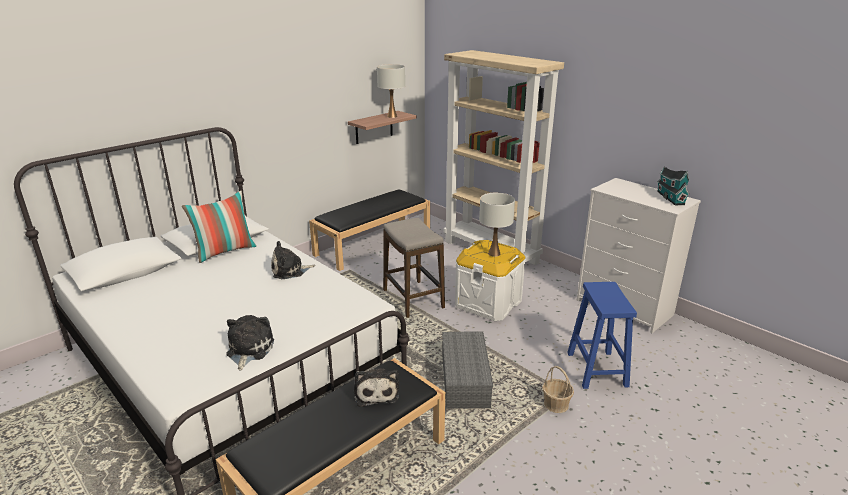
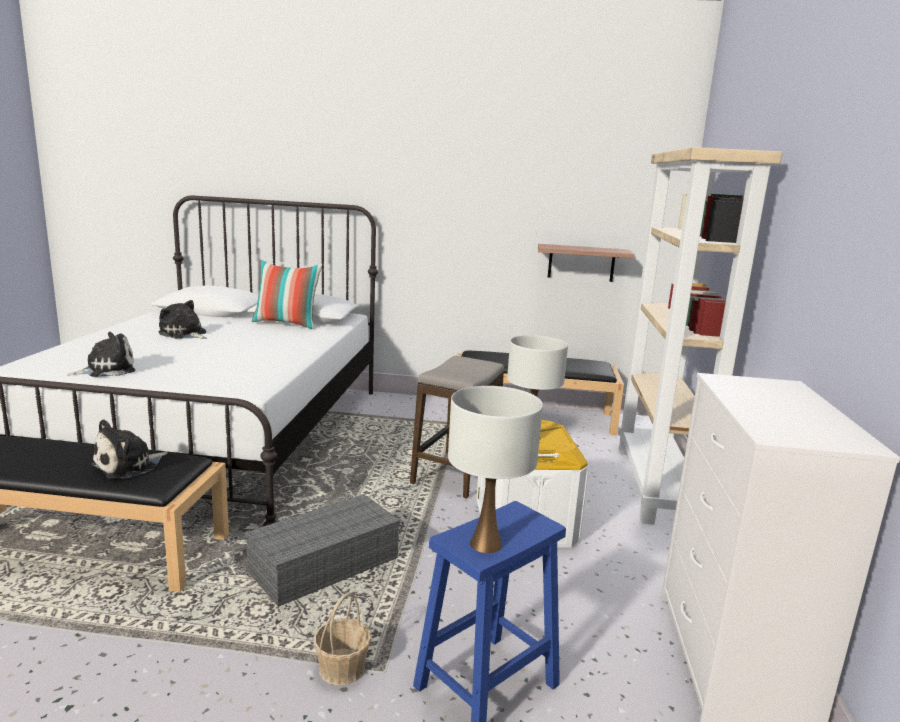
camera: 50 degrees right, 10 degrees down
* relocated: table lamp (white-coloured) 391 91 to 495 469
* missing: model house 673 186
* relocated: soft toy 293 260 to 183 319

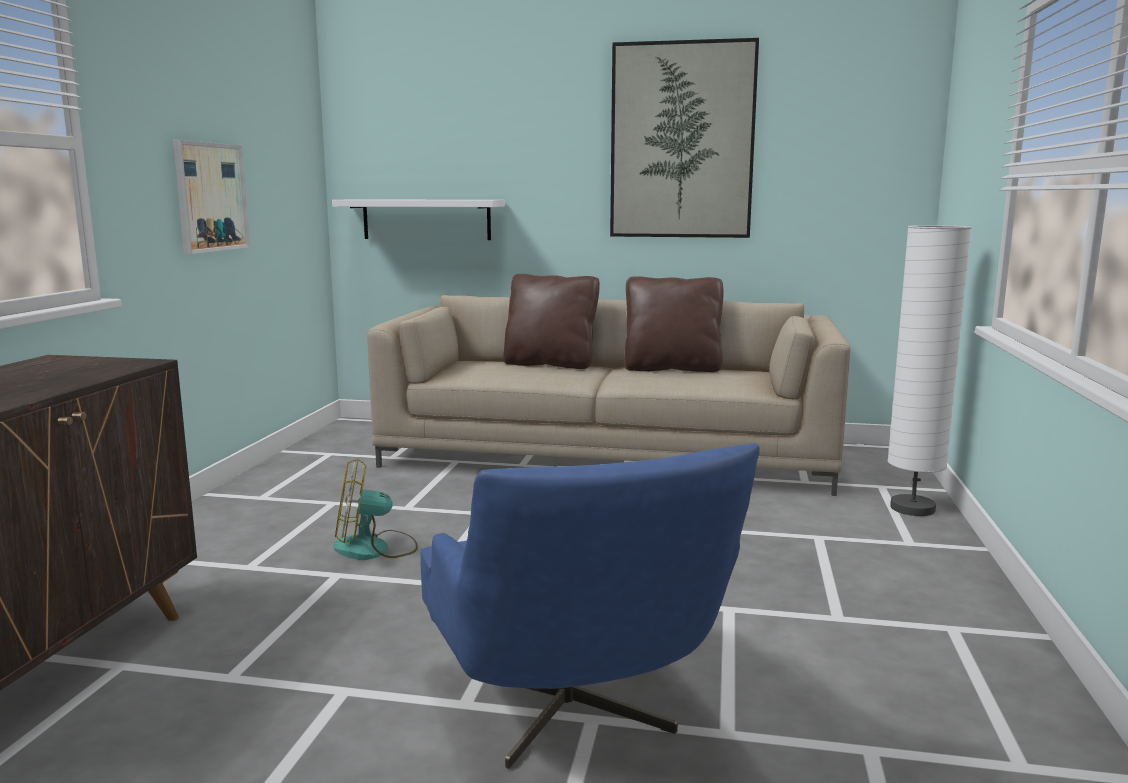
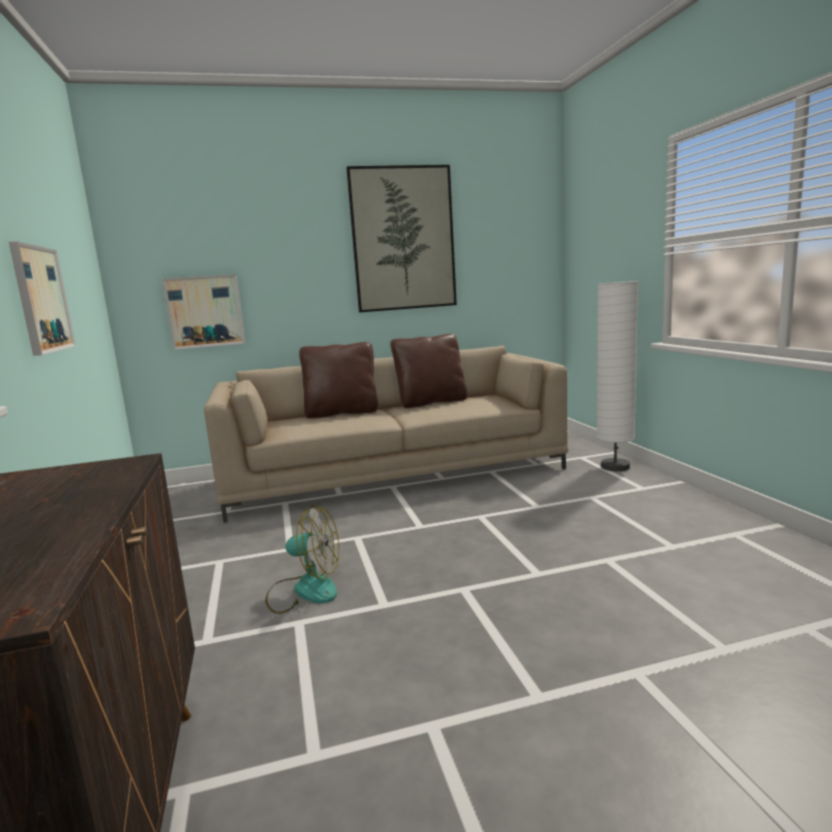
camera: 25 degrees left, 0 degrees up
* exchanged: wall shelf (white-coloured) 418 220 to picture 203 312
* missing: lounge chair (blue-coloured) 590 606
* spun: electric fan 375 509 = 302 559 135 degrees counterclockwise

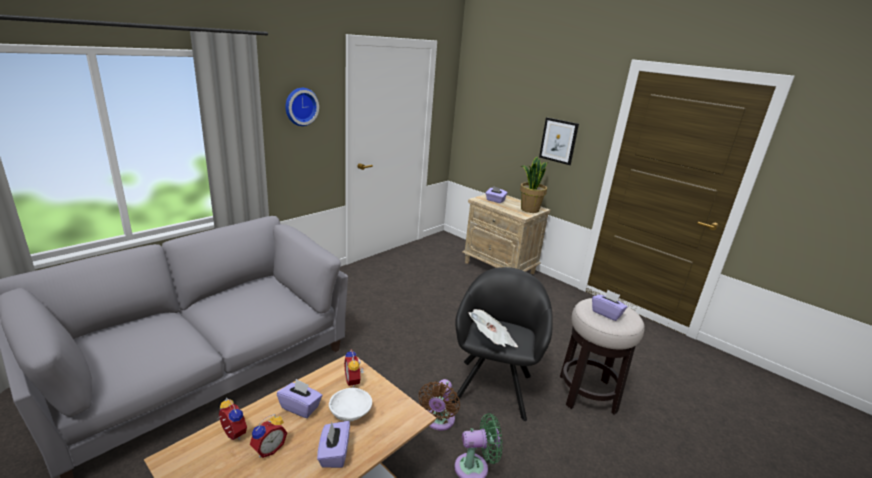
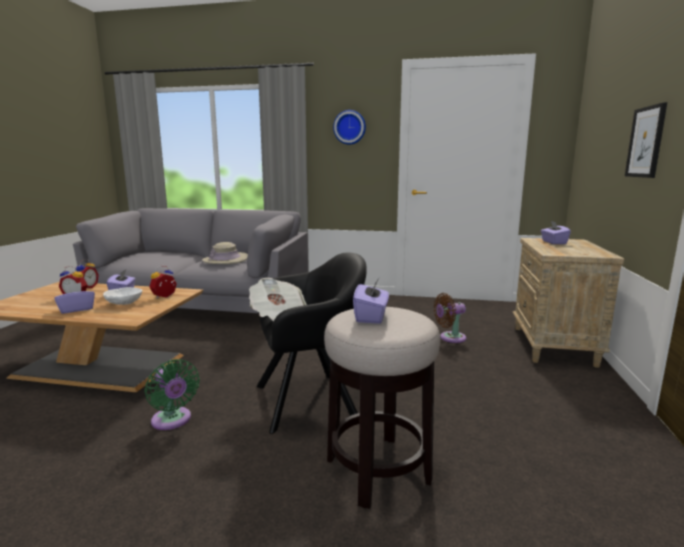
camera: 60 degrees right, 10 degrees down
* missing: houseplant 533 185
* relocated: electric fan (brownish) 439 405 to 450 318
* appeared: clothing hat (sand-coloured) 225 253

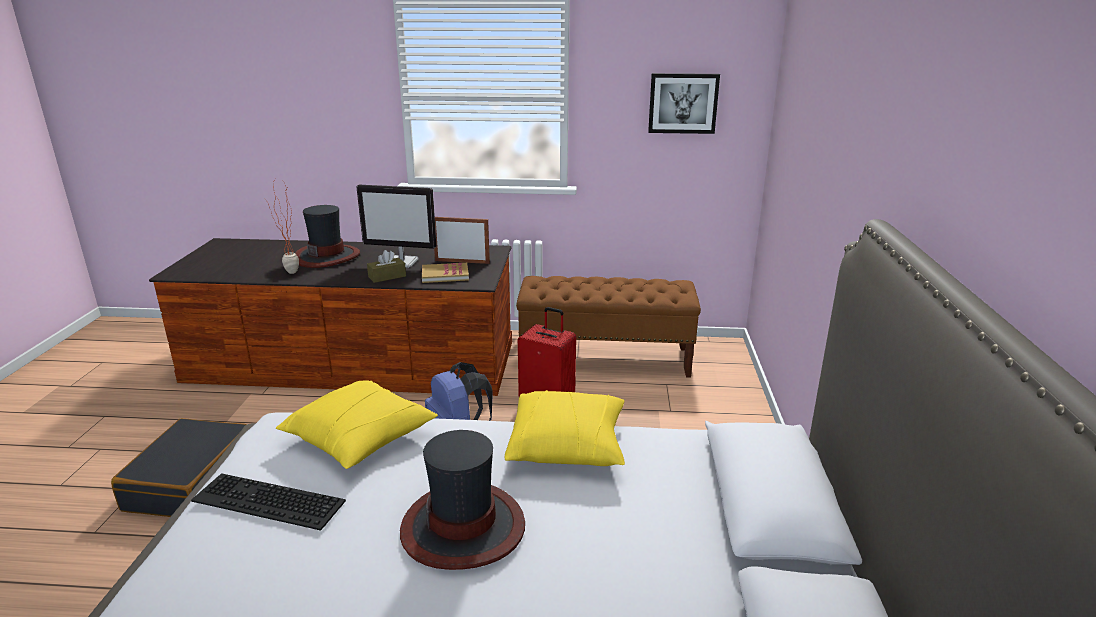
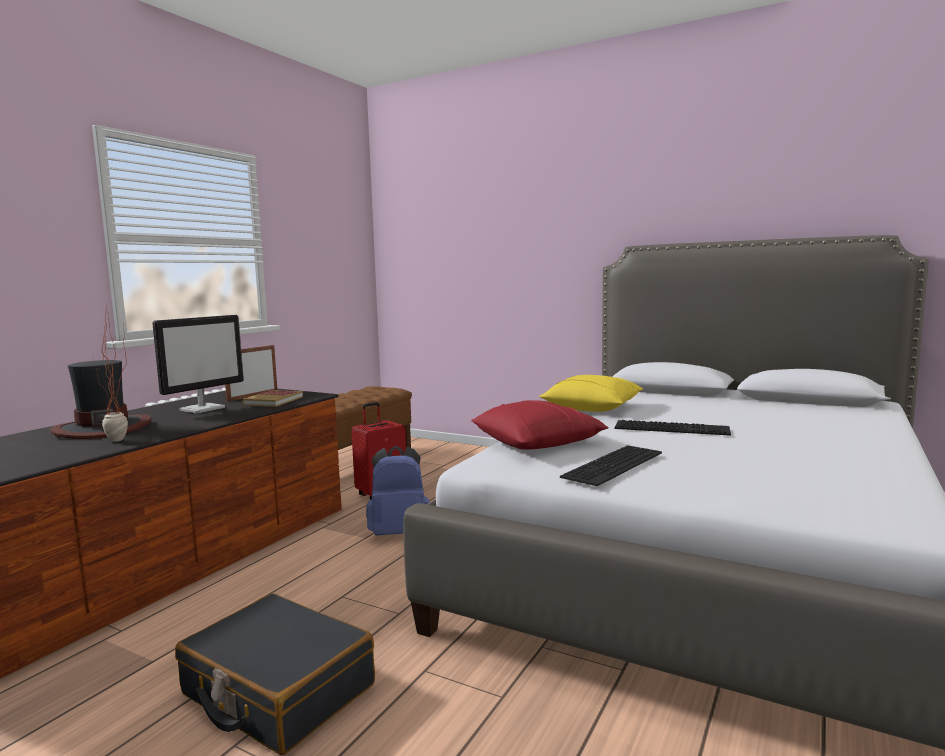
camera: 65 degrees left, 15 degrees down
* missing: picture 684 103
* missing: tissue box (brownish) 386 266
* colour: pillow (yellow-coloured) 357 424 to pillow (red-coloured) 540 425
* exchanged: clothing hat 462 500 to PC keyboard 672 428

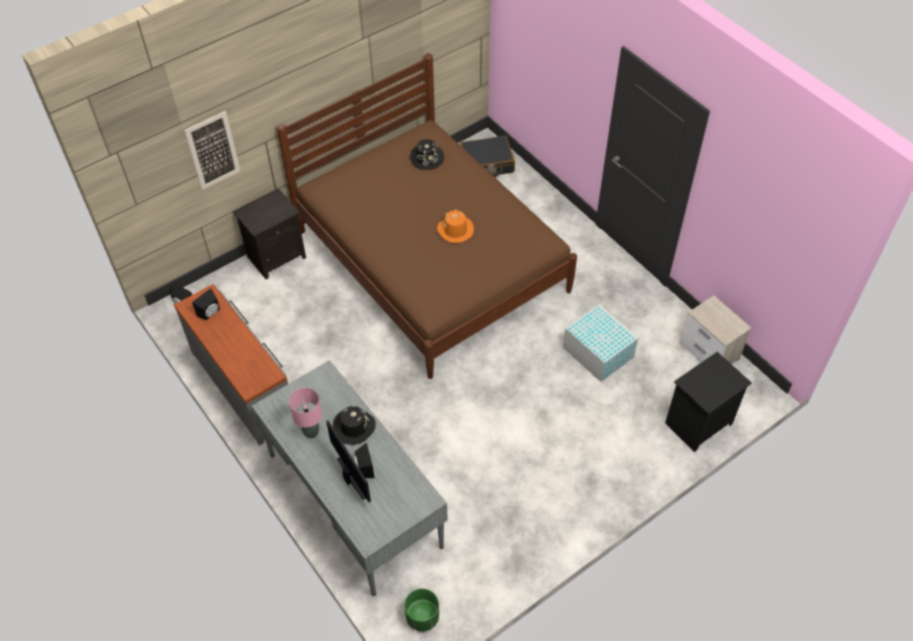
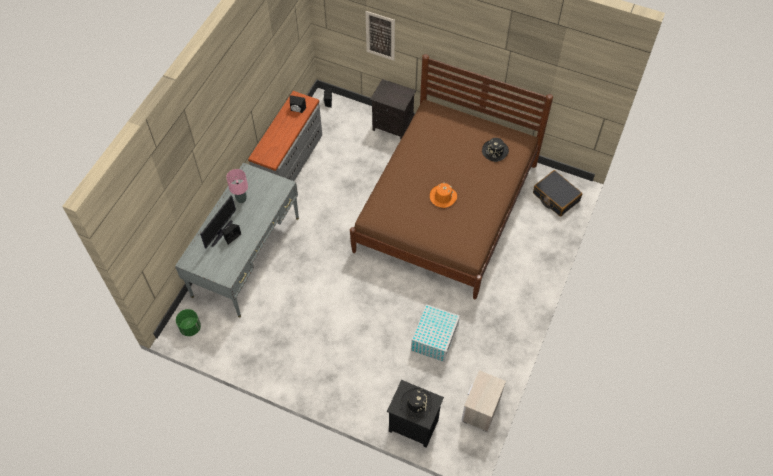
camera: 60 degrees right, 5 degrees up
* relocated: clothing hat (black) 354 425 to 416 403

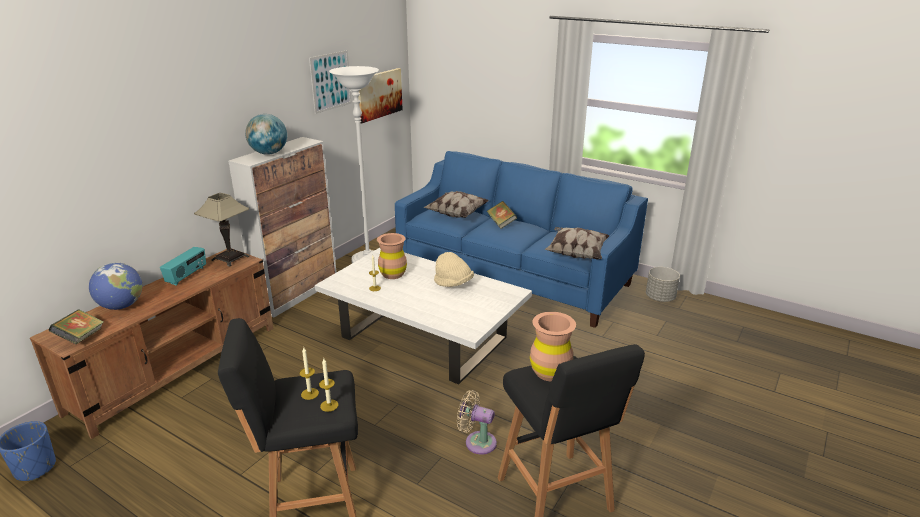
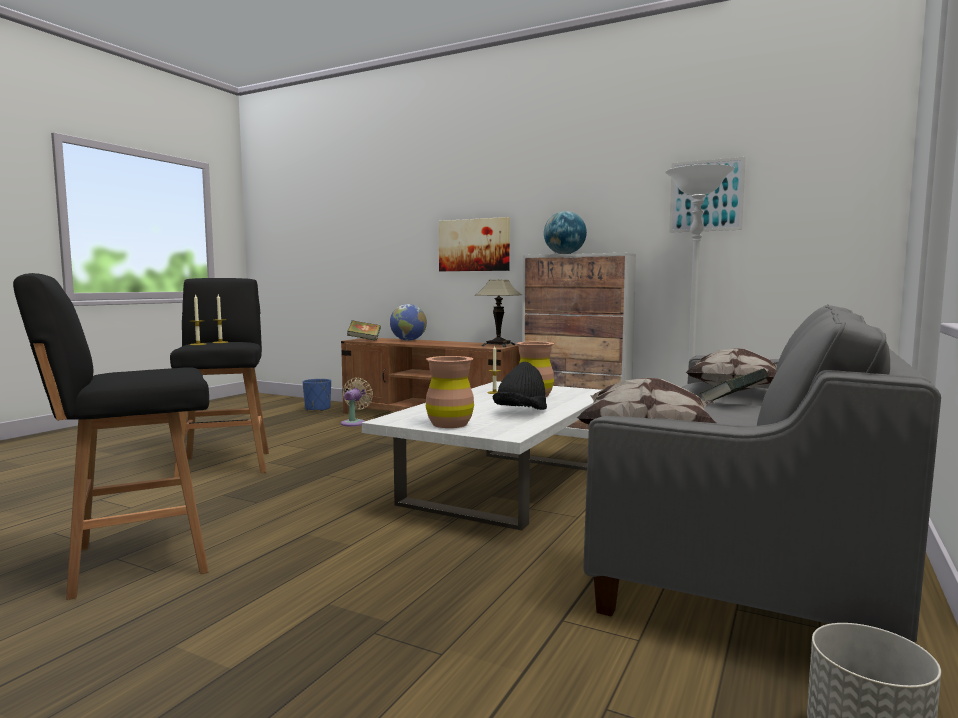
camera: 85 degrees right, 20 degrees down
* relocated: picture 380 95 to 474 244
* colour: settee (blue-coloured) 521 239 to settee (greyish) 762 473
* missing: radio receiver 183 266
* colour: clothing hat (sand-coloured) 454 269 to clothing hat (black) 520 386
* relocated: decorative vase (brownish) 553 346 to 450 392
* relocated: electric fan (sand-coloured) 477 422 to 357 402

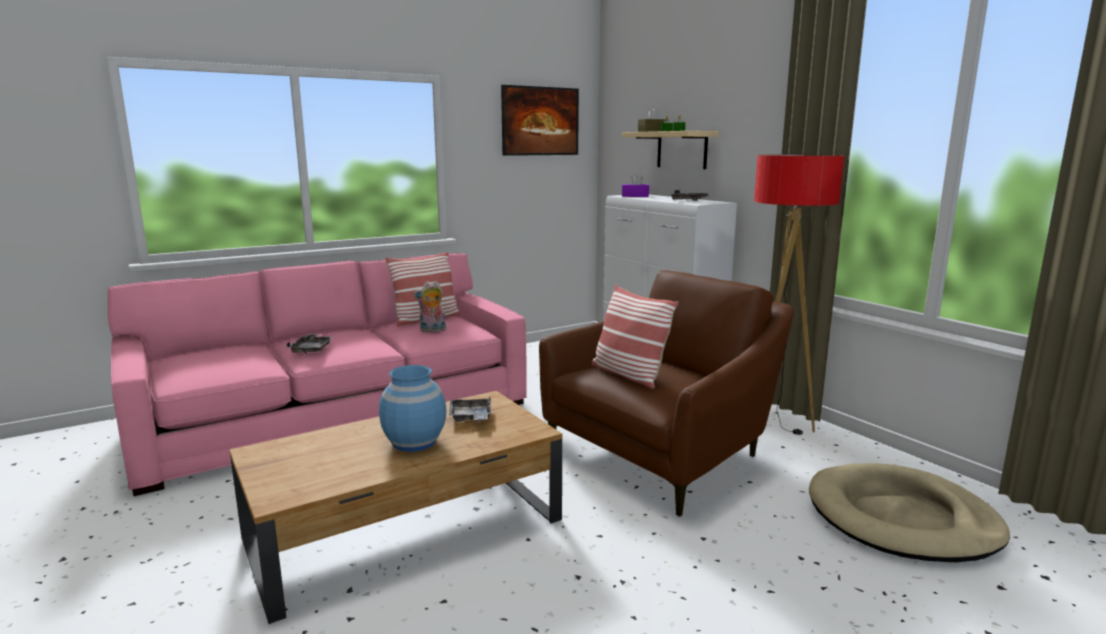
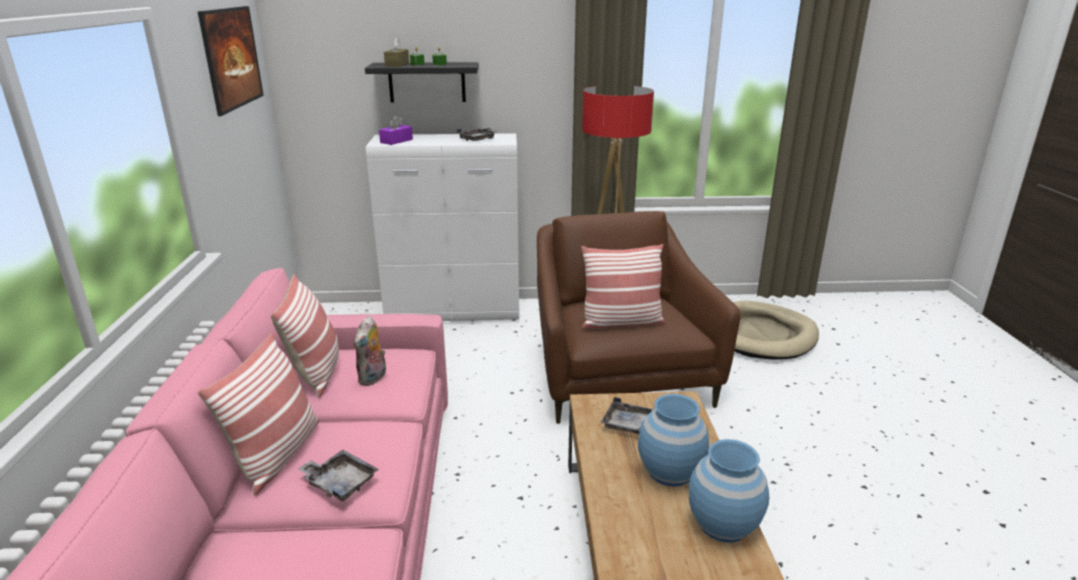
camera: 60 degrees left, 10 degrees up
* colour: wall shelf (sand-coloured) 670 150 to wall shelf (black) 422 82
* appeared: pillow 258 414
* appeared: decorative vase (blue-coloured) 729 491

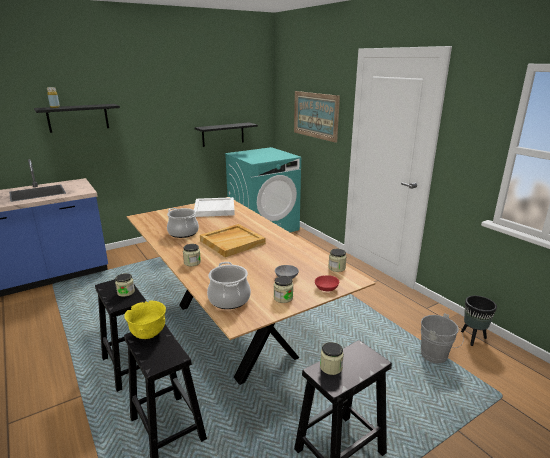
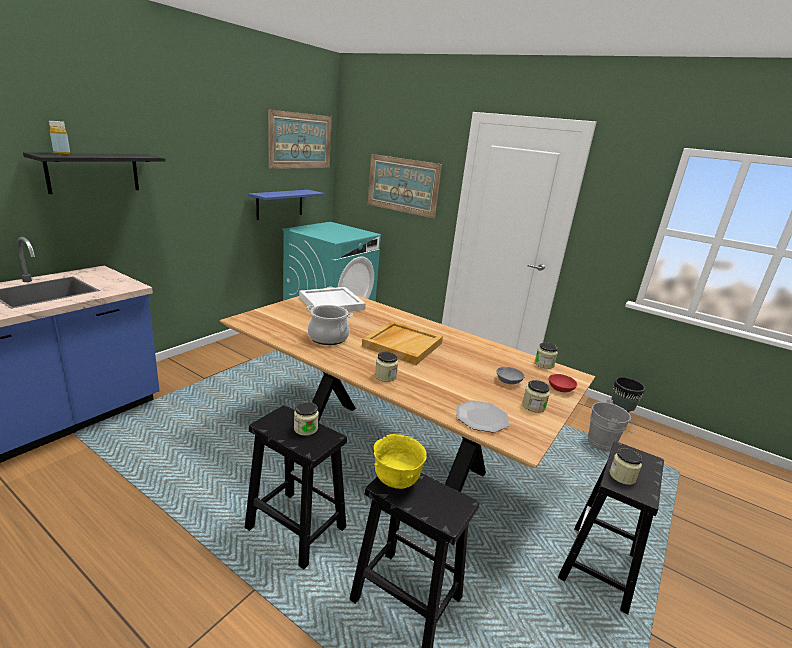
camera: 25 degrees left, 0 degrees up
* colour: wall shelf (black) 226 134 to wall shelf (blue-coloured) 286 205
* exchanged: stockpot 229 285 to flat dish 482 416
* appeared: picture 300 139

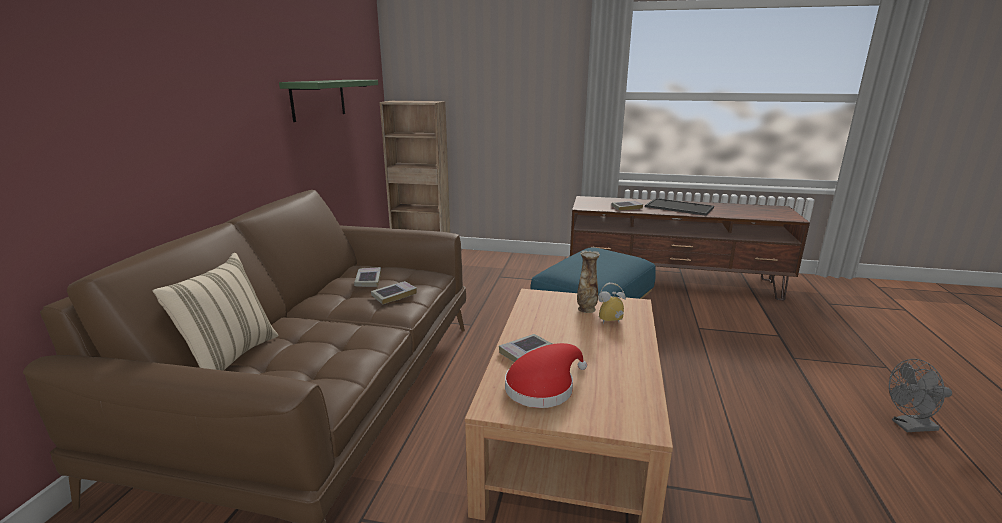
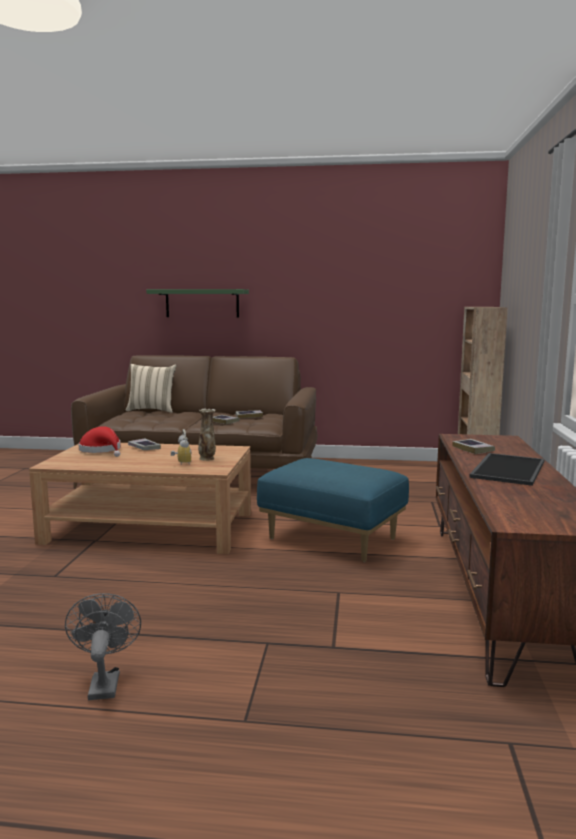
camera: 85 degrees right, 10 degrees down
* relocated: wall shelf (green-coloured) 328 101 to 197 303

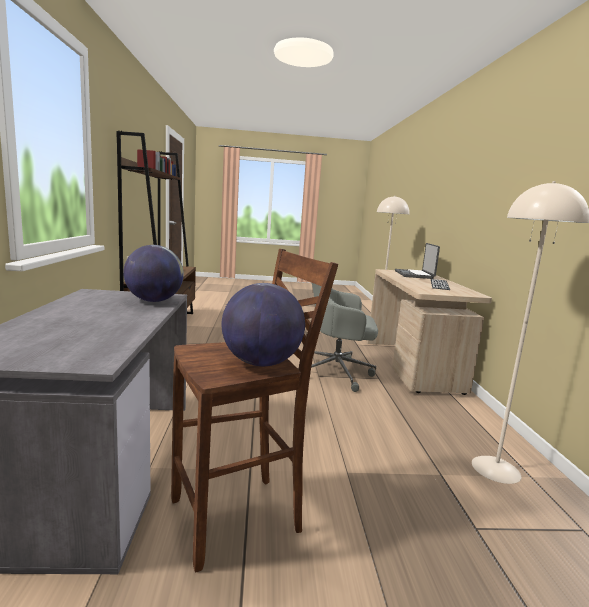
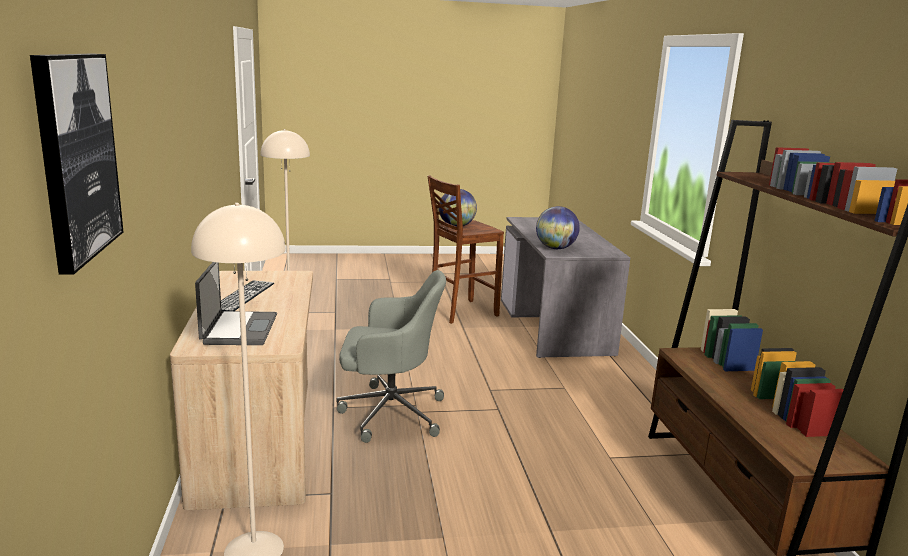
camera: 175 degrees right, 5 degrees up
* appeared: picture 77 163

